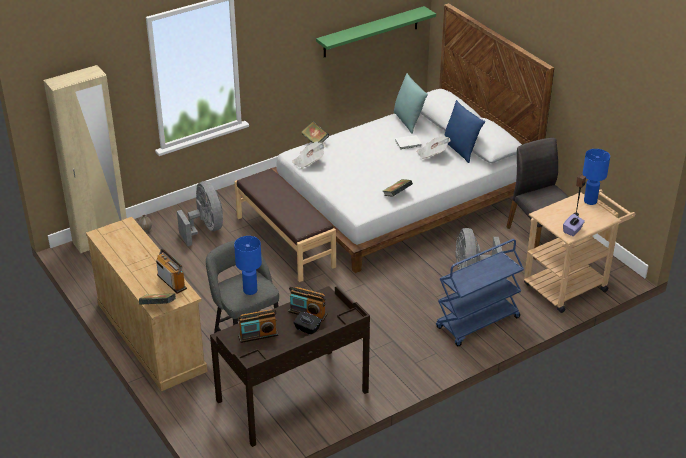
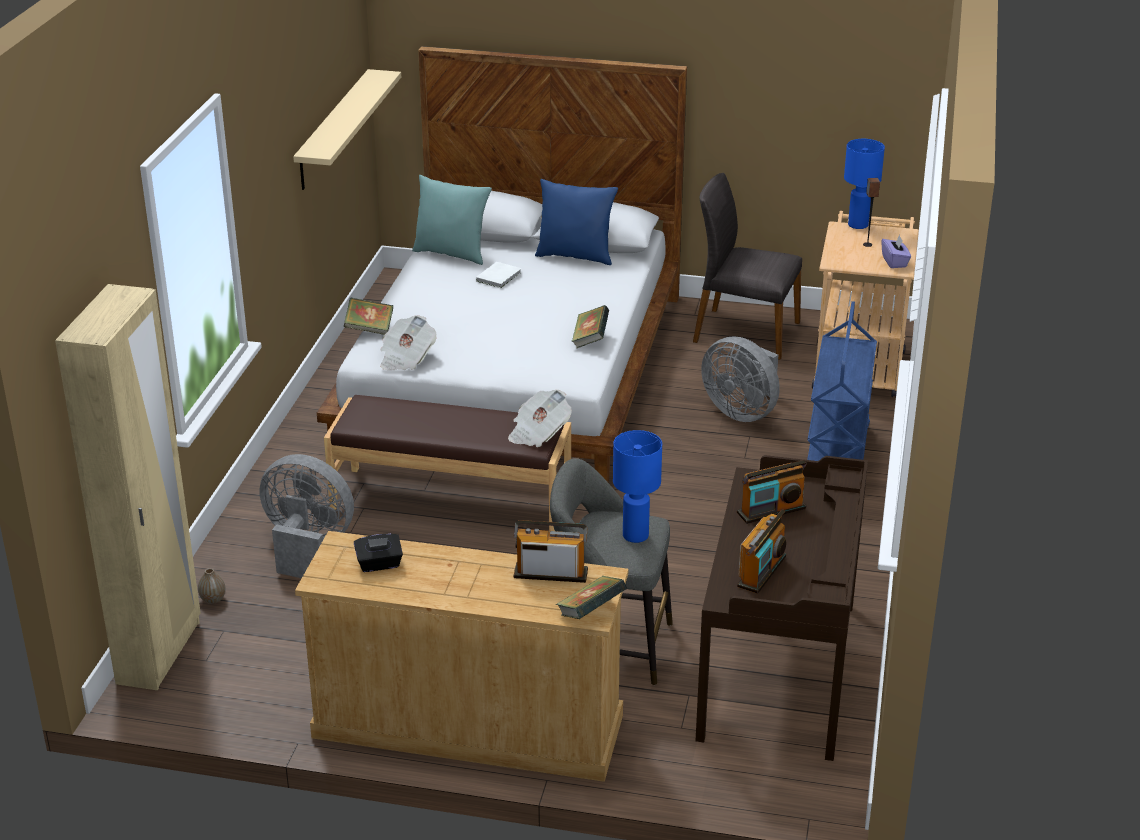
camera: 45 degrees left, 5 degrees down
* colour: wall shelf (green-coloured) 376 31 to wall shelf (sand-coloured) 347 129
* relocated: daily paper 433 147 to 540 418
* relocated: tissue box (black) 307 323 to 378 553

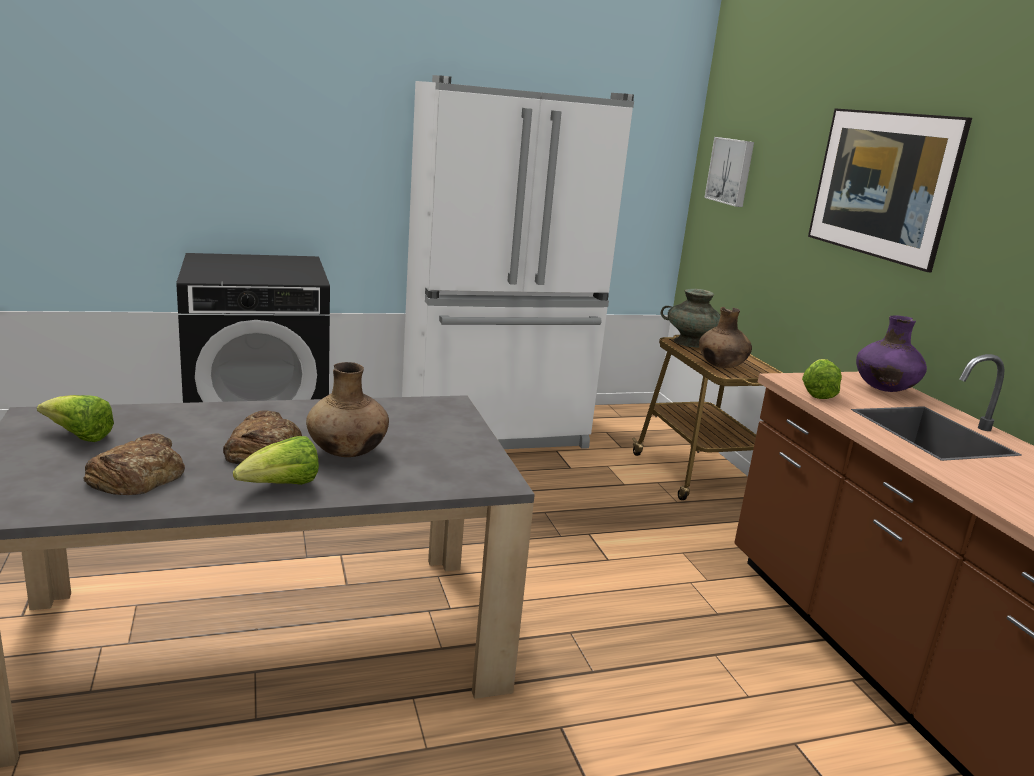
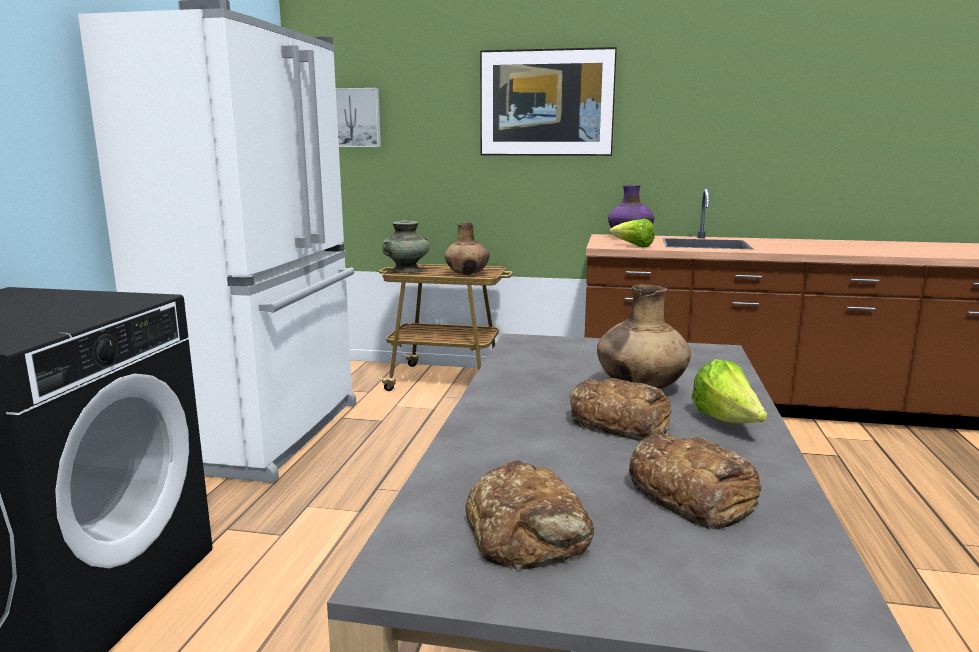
camera: 60 degrees left, 5 degrees down
* exchanged: lettuce head 75 418 to bread 530 515

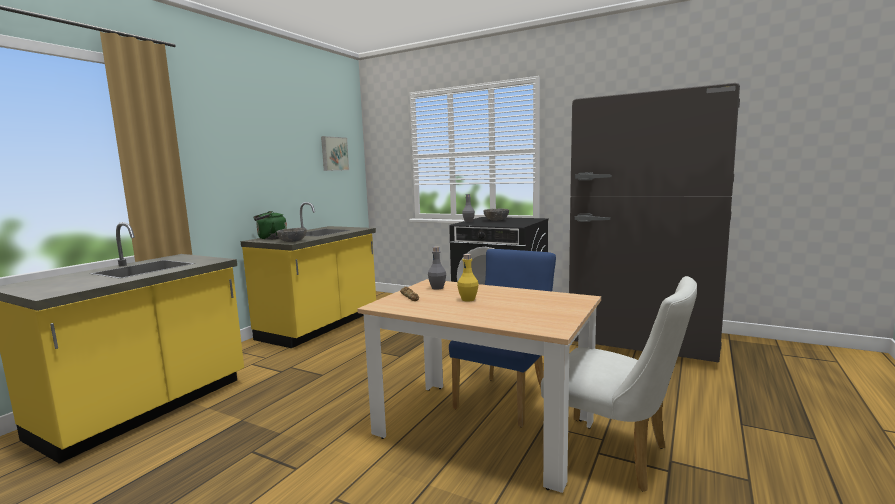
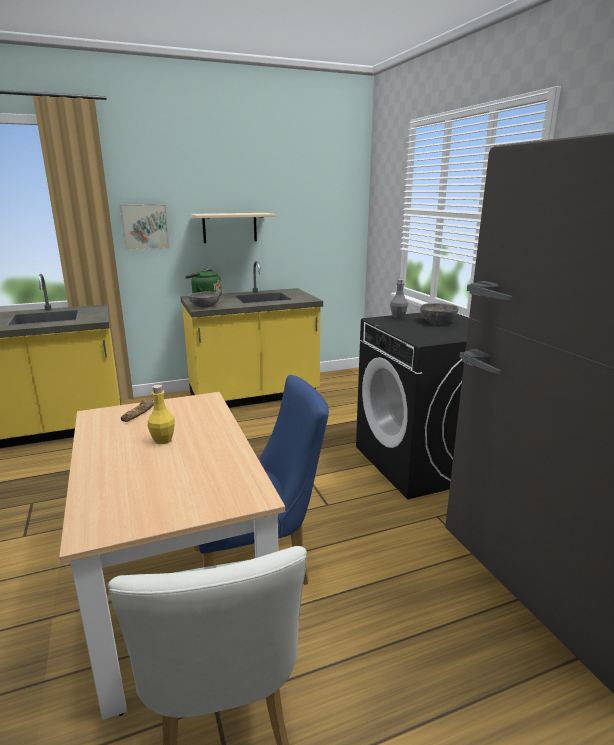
camera: 40 degrees right, 10 degrees up
* relocated: picture 335 153 to 145 227
* missing: beverage bottle (greyish) 437 268
* appeared: wall shelf (sand-coloured) 233 228

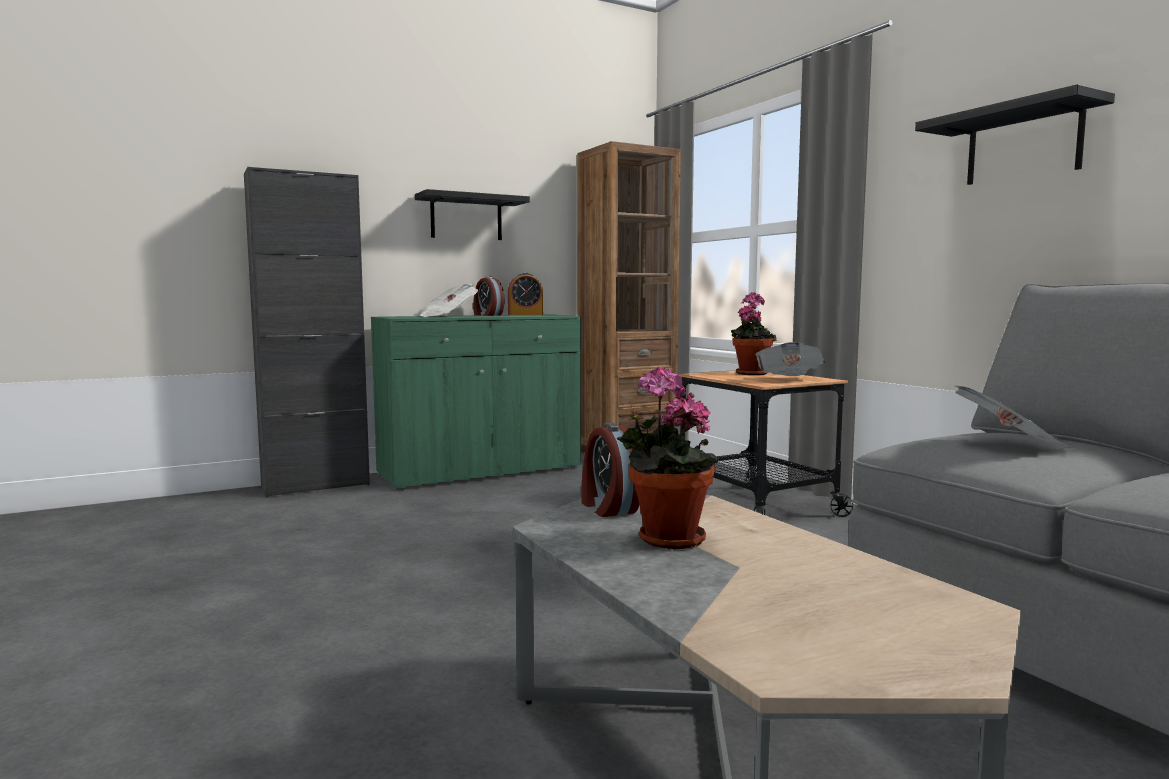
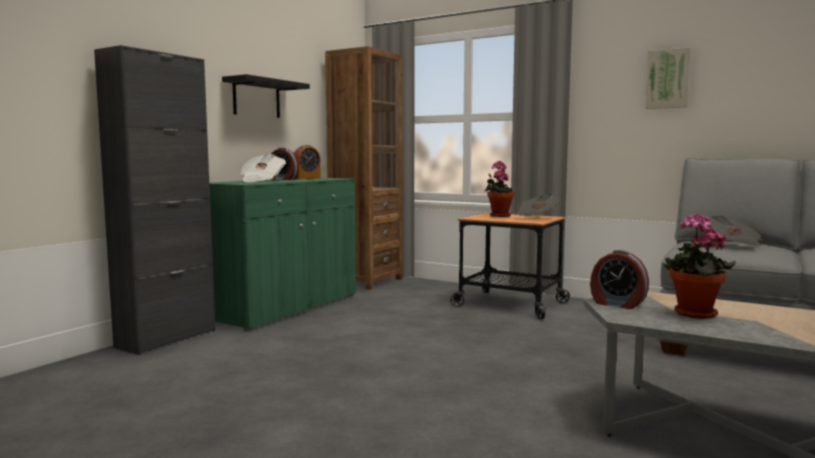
camera: 30 degrees left, 0 degrees up
* exchanged: wall shelf (black) 1015 134 to picture 668 78

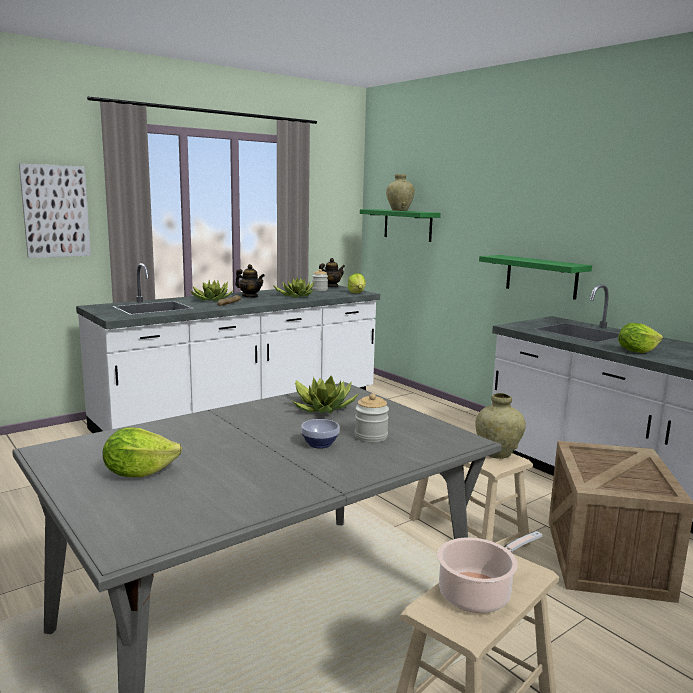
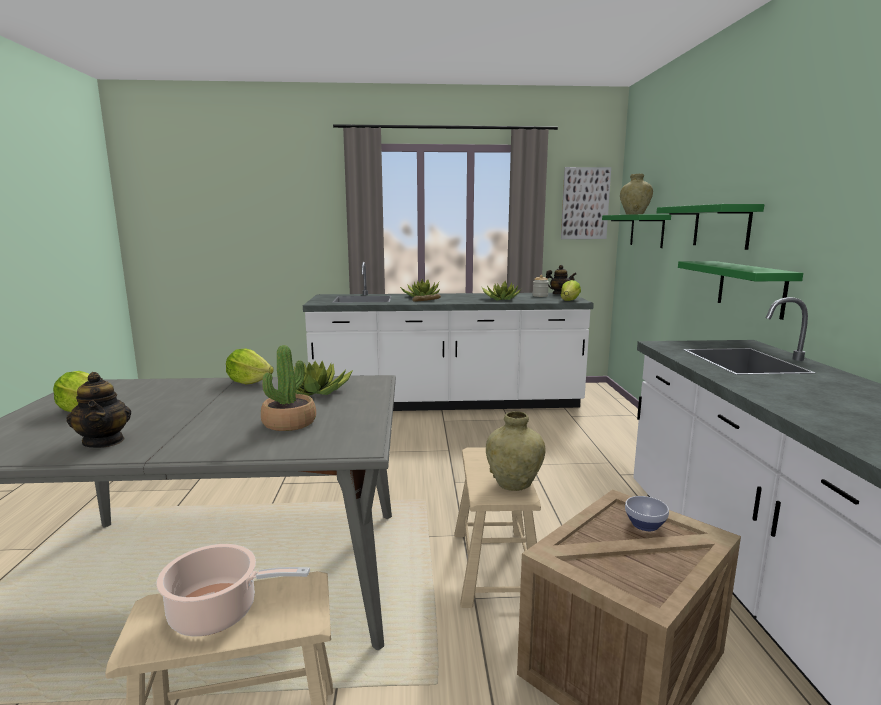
camera: 35 degrees right, 0 degrees up
* relocated: picture 55 211 to 586 203
* relocated: teapot 250 280 to 99 410
* relocated: lettuce head 640 338 to 250 366
* exchanged: storage jar 372 418 to houseplant 288 388
* relocated: serving bowl 320 434 to 647 513
* appeared: wall shelf (green-coloured) 710 227

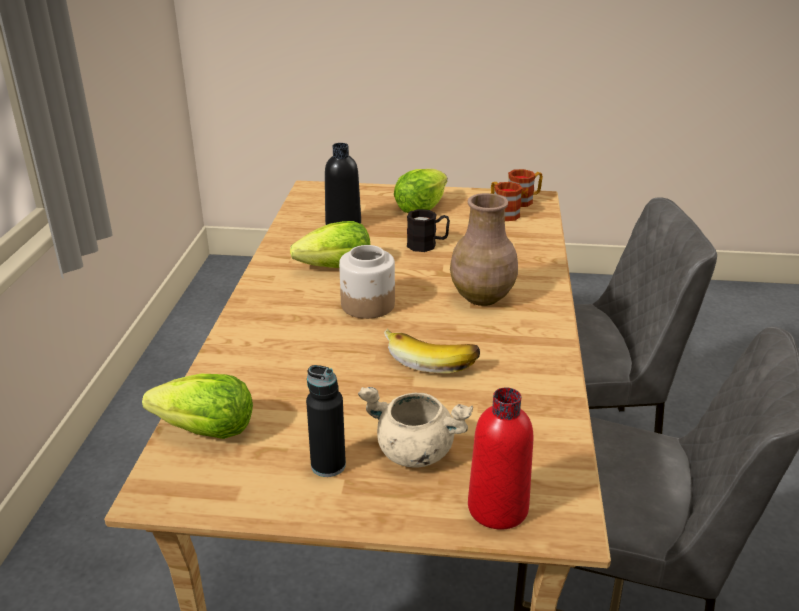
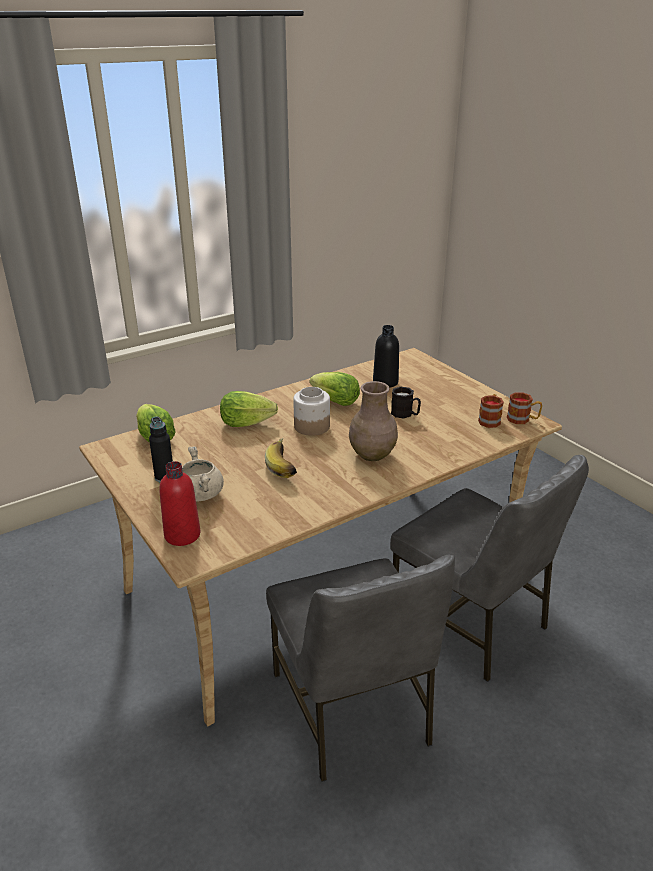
camera: 50 degrees right, 0 degrees up
* relocated: lettuce head 420 191 to 249 409

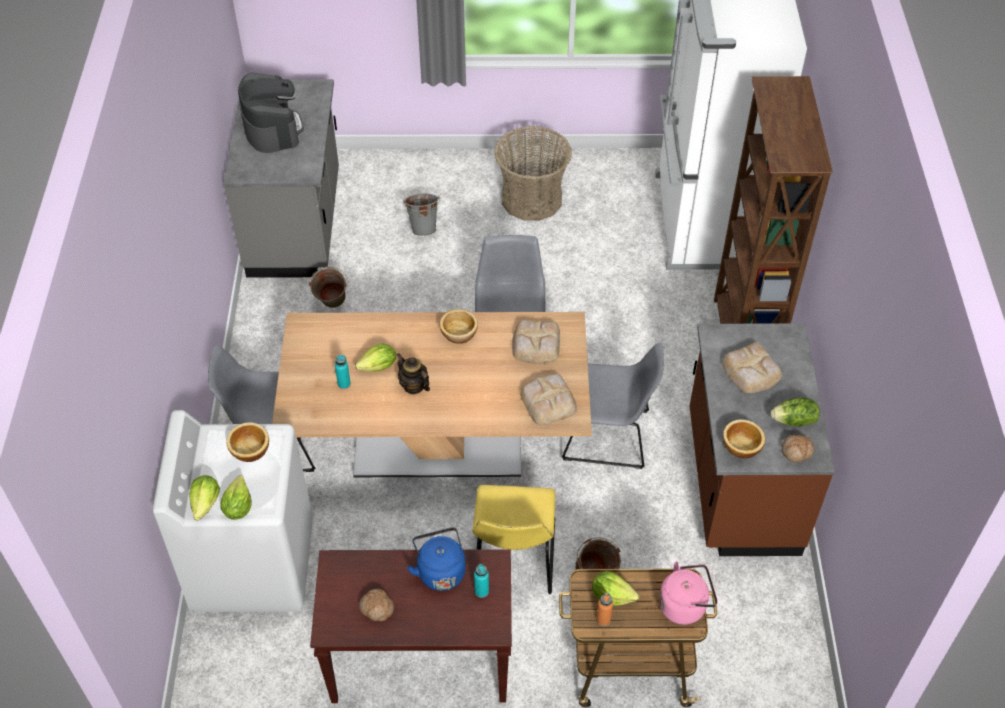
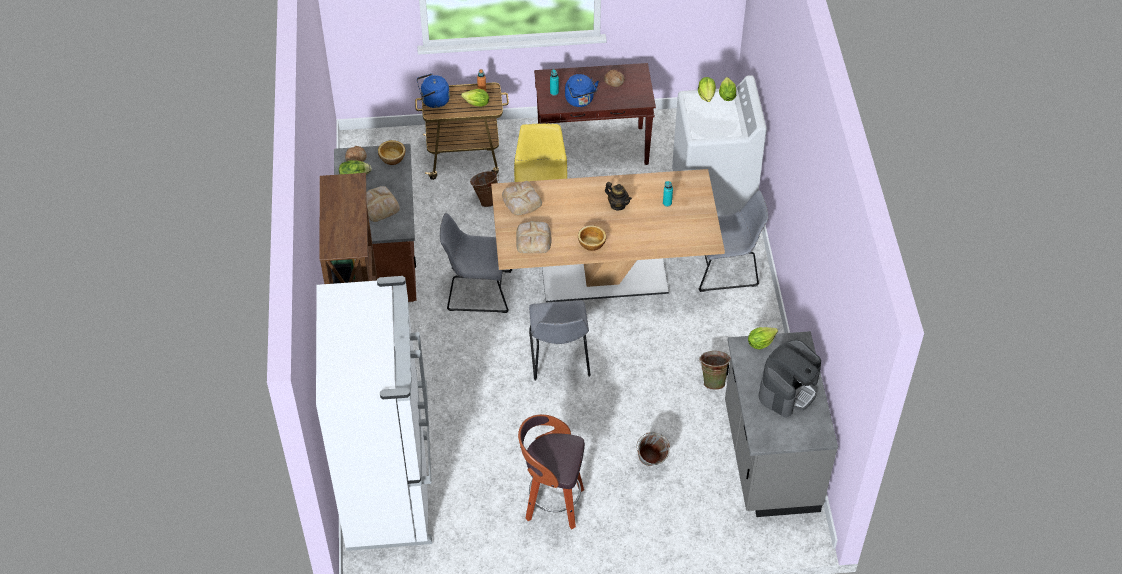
camera: 175 degrees right, 0 degrees up
* spun: coffee brewer 271 113 = 789 378 120 degrees counterclockwise
* exchanged: storage basket 533 173 to stool seat 551 471
* relocated: lettuce head 375 357 to 763 338
* missing: serving bowl 247 442
* colour: kettle (pinkish) 688 593 to kettle (blue-coloured) 433 90

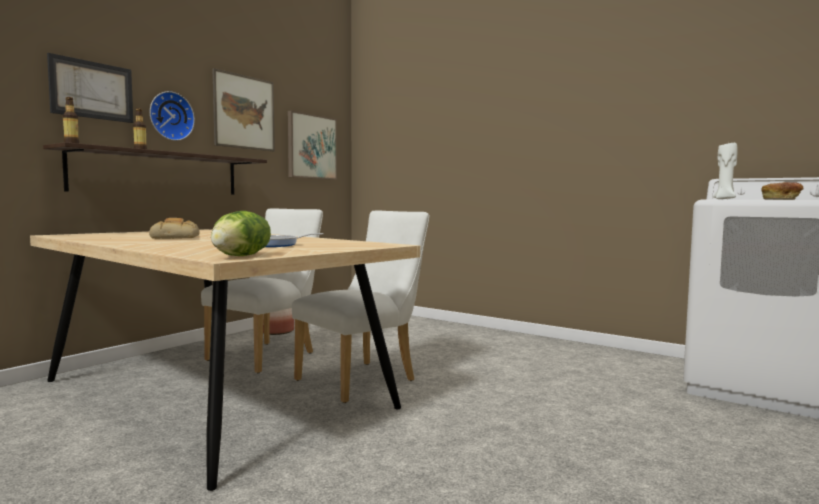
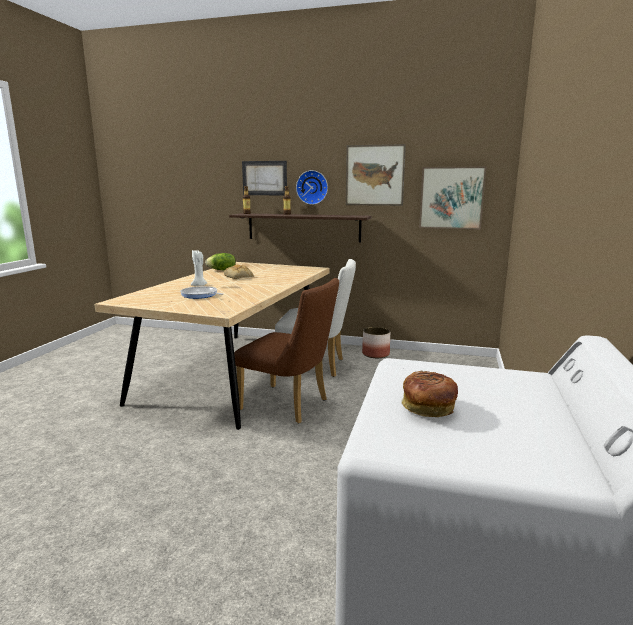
camera: 70 degrees right, 10 degrees up
* relocated: wax light (white-coloured) 725 171 to 199 268
* relocated: lettuce head 241 233 to 220 261
* colour: plain chair (white-coloured) 360 307 to plain chair (brownish) 286 351

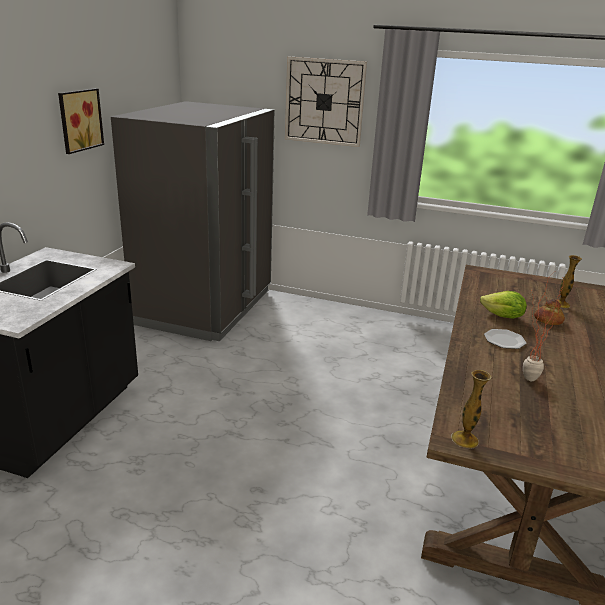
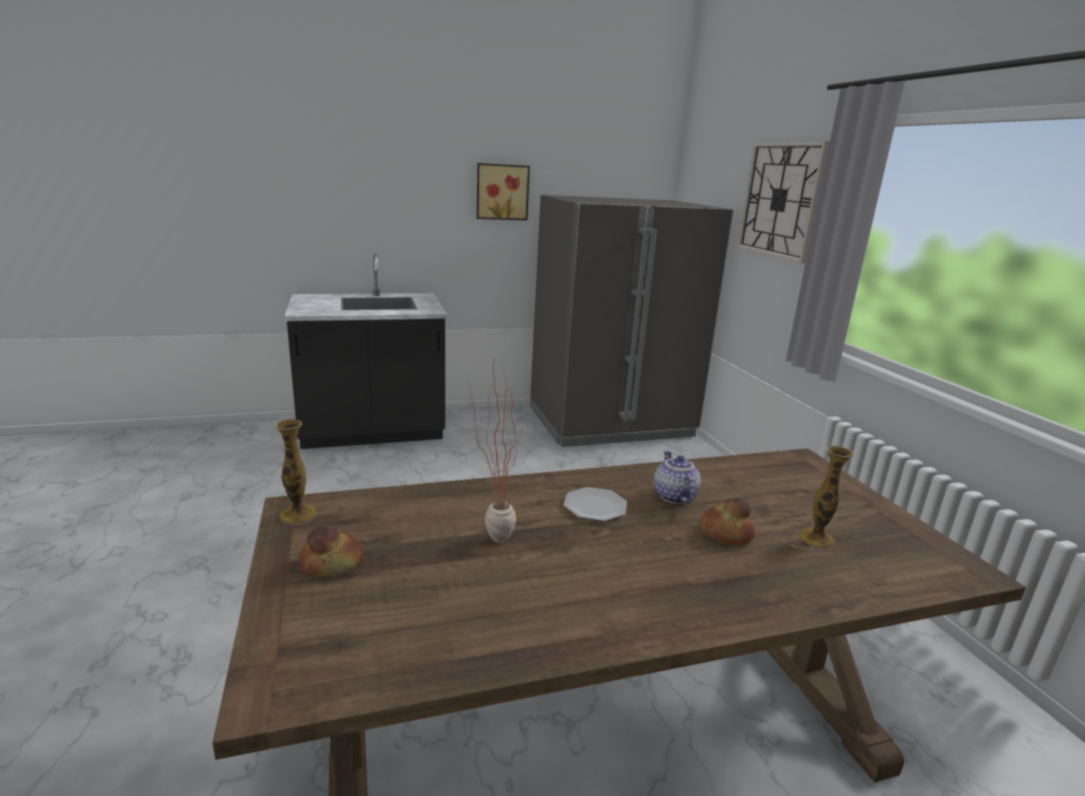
camera: 55 degrees right, 5 degrees down
* exchanged: lettuce head 503 305 to teapot 677 477
* appeared: bread 331 551

